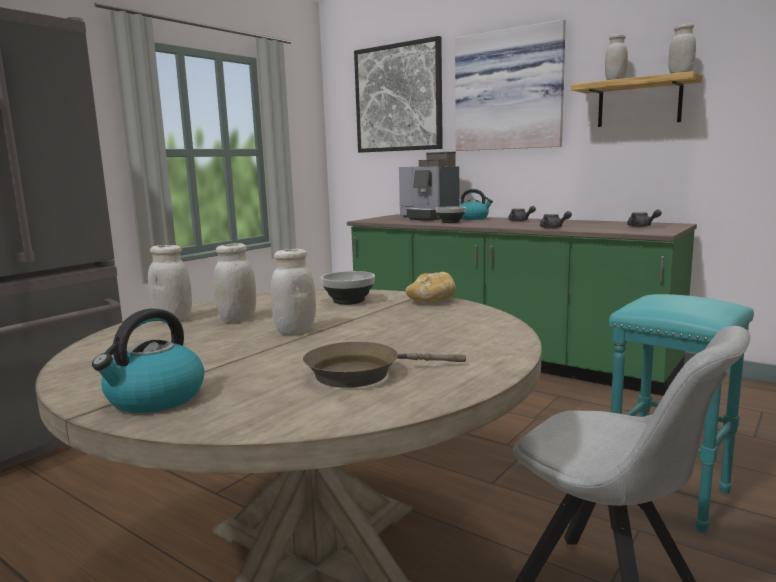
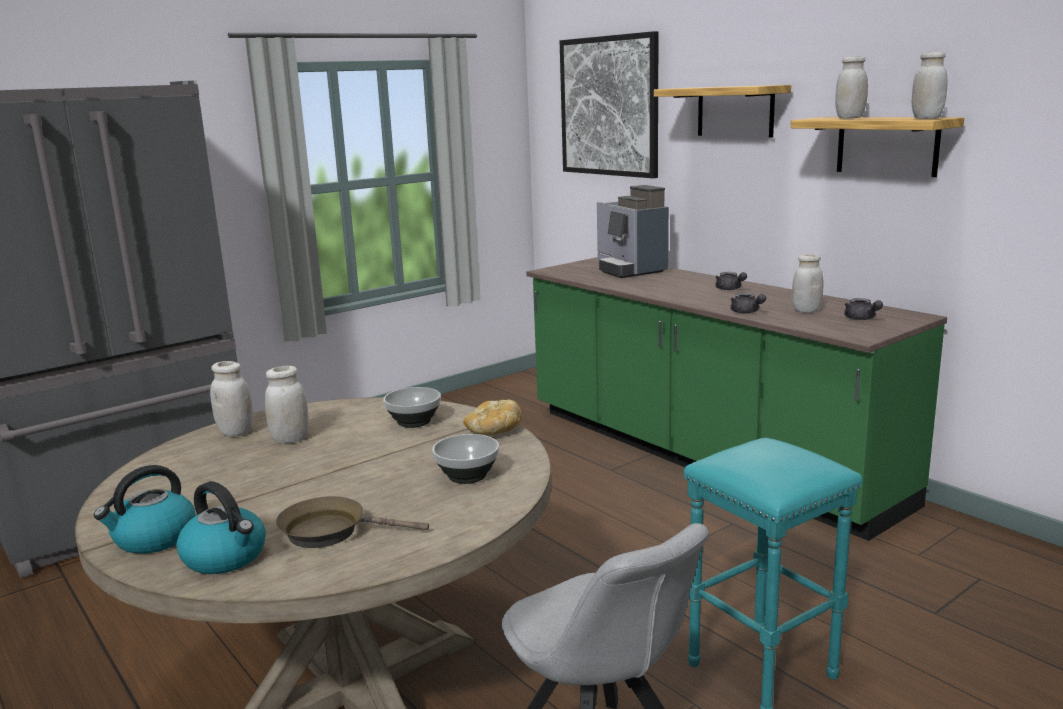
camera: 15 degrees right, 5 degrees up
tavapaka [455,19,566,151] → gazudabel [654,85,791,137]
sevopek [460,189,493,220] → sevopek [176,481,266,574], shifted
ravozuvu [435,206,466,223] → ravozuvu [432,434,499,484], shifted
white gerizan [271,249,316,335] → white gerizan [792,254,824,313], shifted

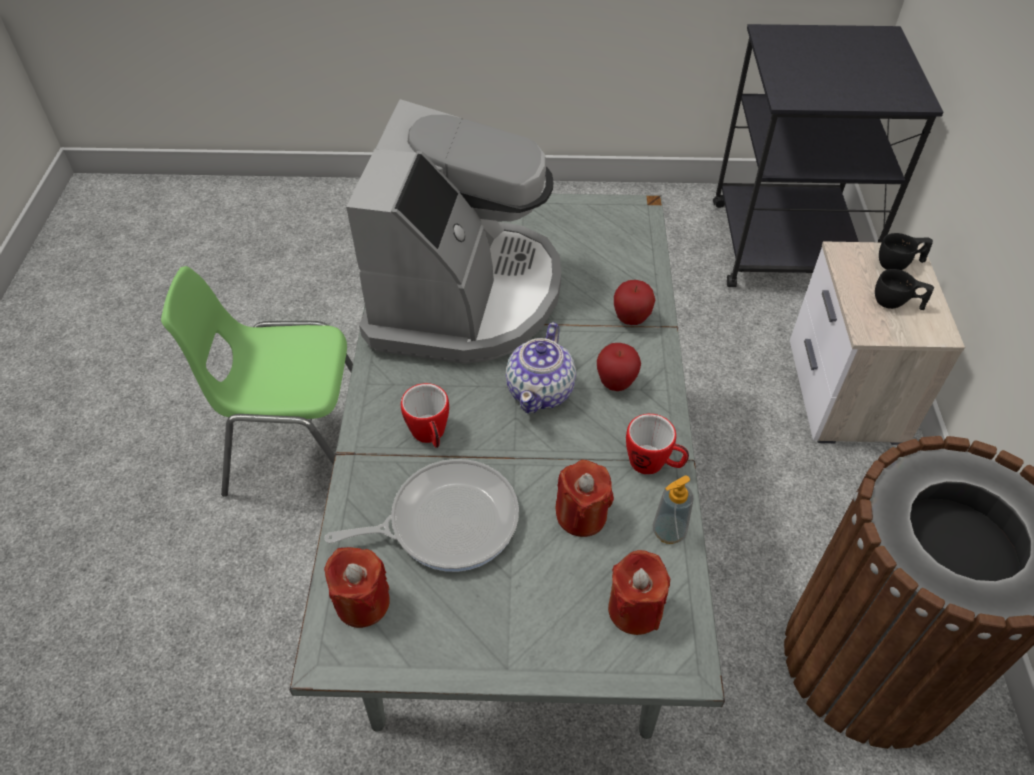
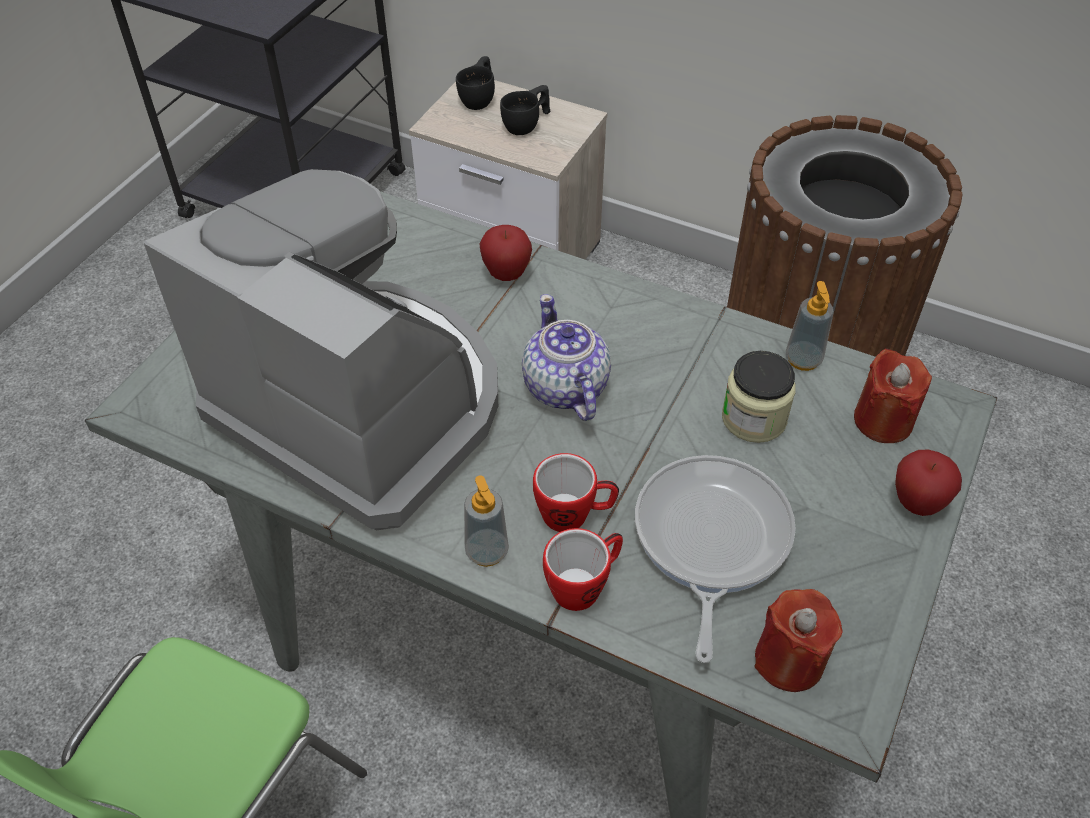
camera: 65 degrees left, 0 degrees up
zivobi [506,322,576,413] → zivobi [522,294,611,421], 150 degrees counterclockwise
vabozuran [597,343,641,391] → vabozuran [895,450,962,516], shifted
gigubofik [626,414,689,475] → gigubofik [543,528,623,611], shifted
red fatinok [555,460,614,537] → gerizan [722,351,796,443]
- → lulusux [464,475,509,567]

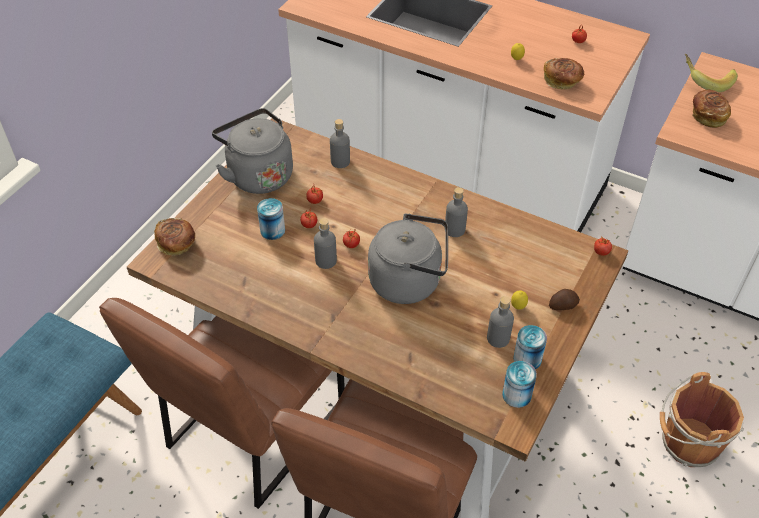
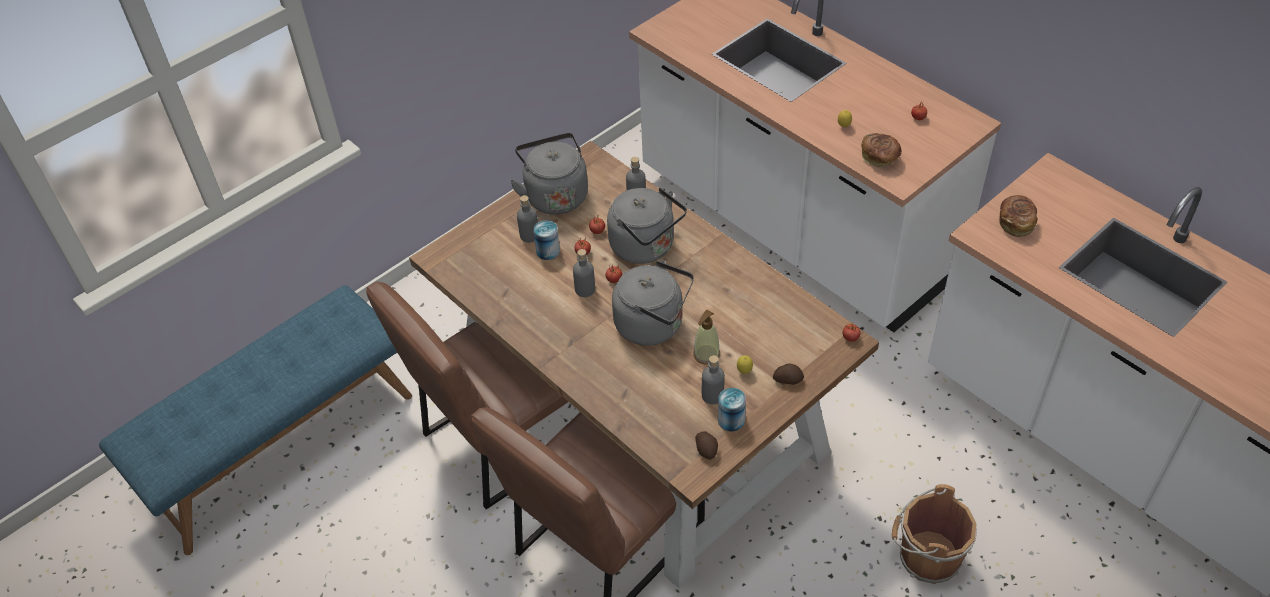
camera: 20 degrees right, 0 degrees up
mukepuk [685,54,738,92] → -
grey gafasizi [445,187,468,237] → grey gafasizi [517,195,538,243], shifted
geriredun [154,218,195,256] → -
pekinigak [502,361,537,408] → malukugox [695,431,718,459]
- → grey sevopek [607,188,687,264]
- → lulusux [693,310,720,364]

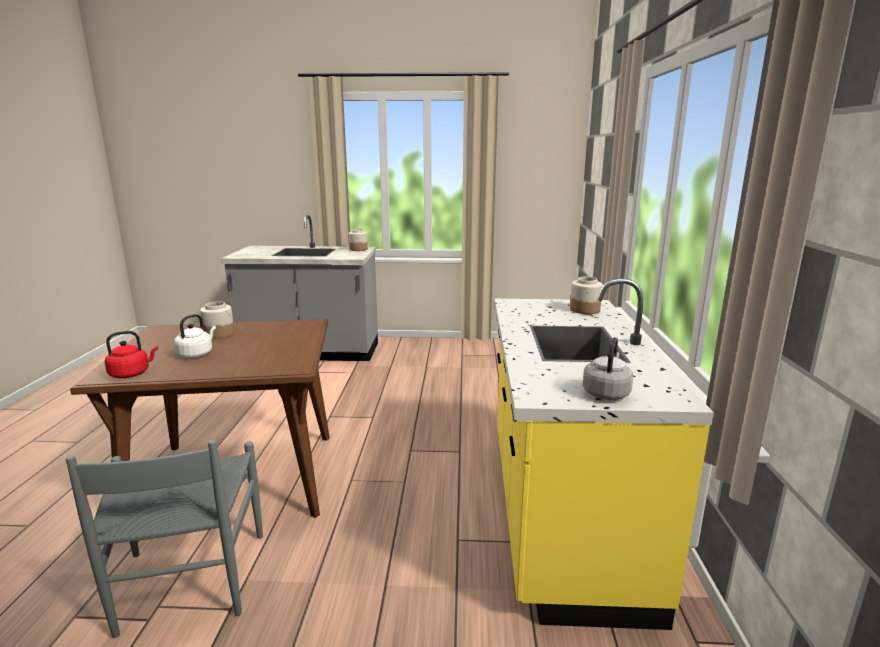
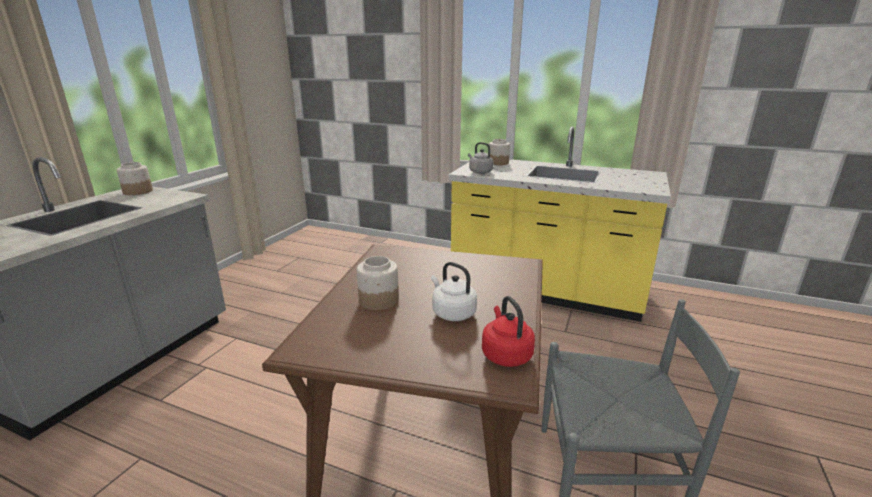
camera: 70 degrees left, 5 degrees up
grey sevopek [583,337,633,400] → grey sevopek [468,142,494,174], shifted

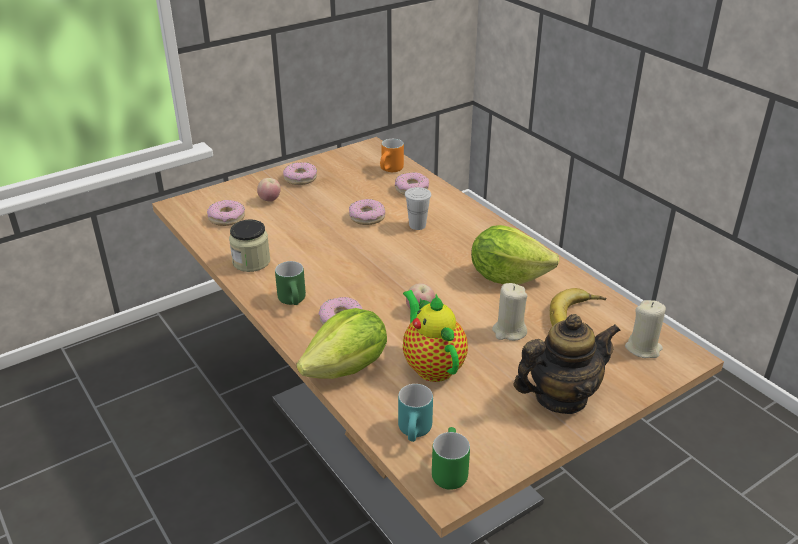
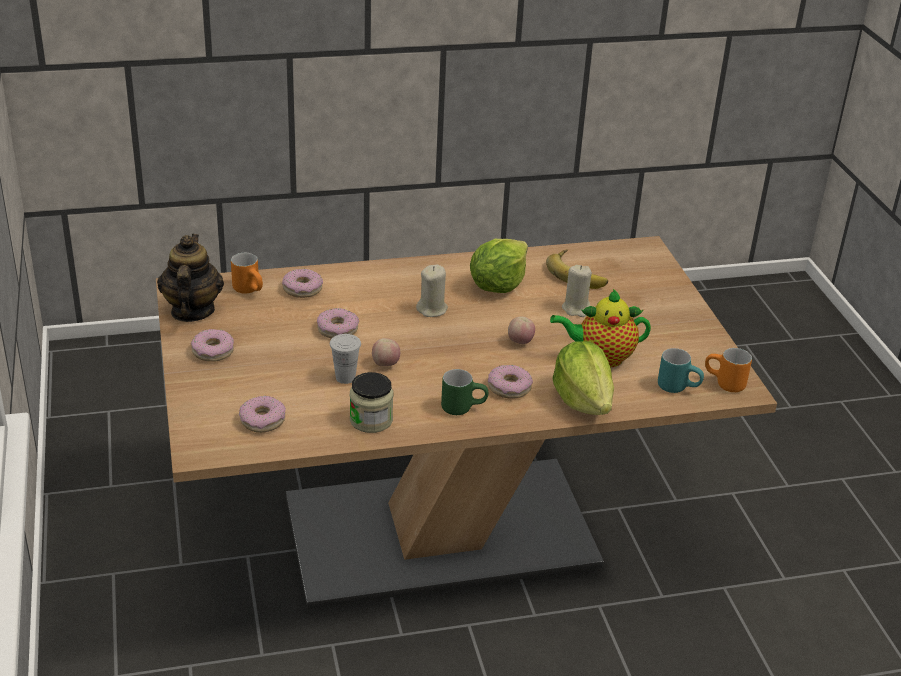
camera: 70 degrees left, 0 degrees up
vabozuran [257,178,281,202] → vabozuran [372,338,400,366], shifted
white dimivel [405,187,431,230] → white dimivel [330,334,361,384], shifted
beige fatinok [625,300,666,358] → beige fatinok [416,265,448,317], shifted
zivobi [513,314,621,414] → zivobi [157,234,224,322], shifted
green gigubofik [432,427,470,490] → orange gigubofik [705,348,752,392]

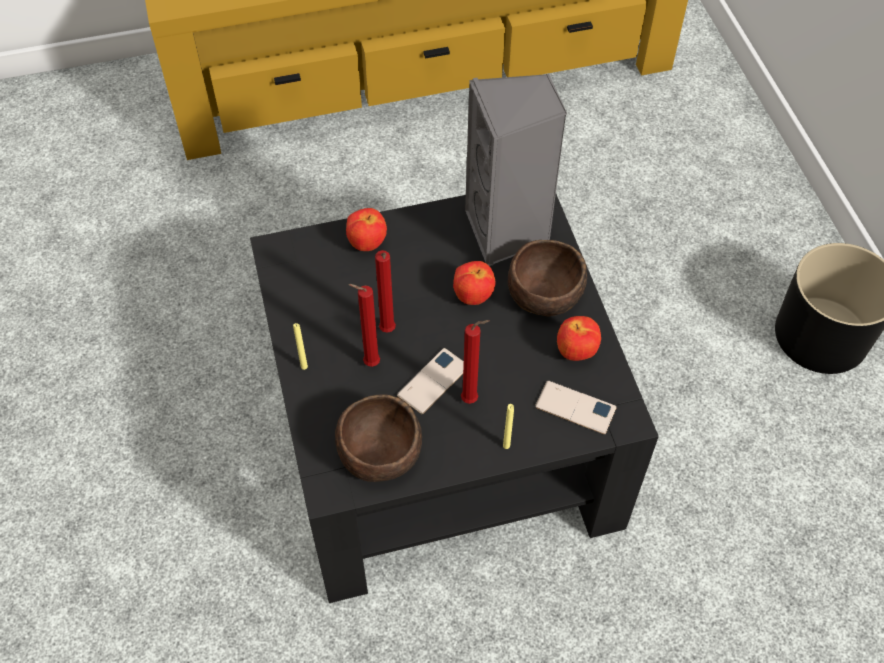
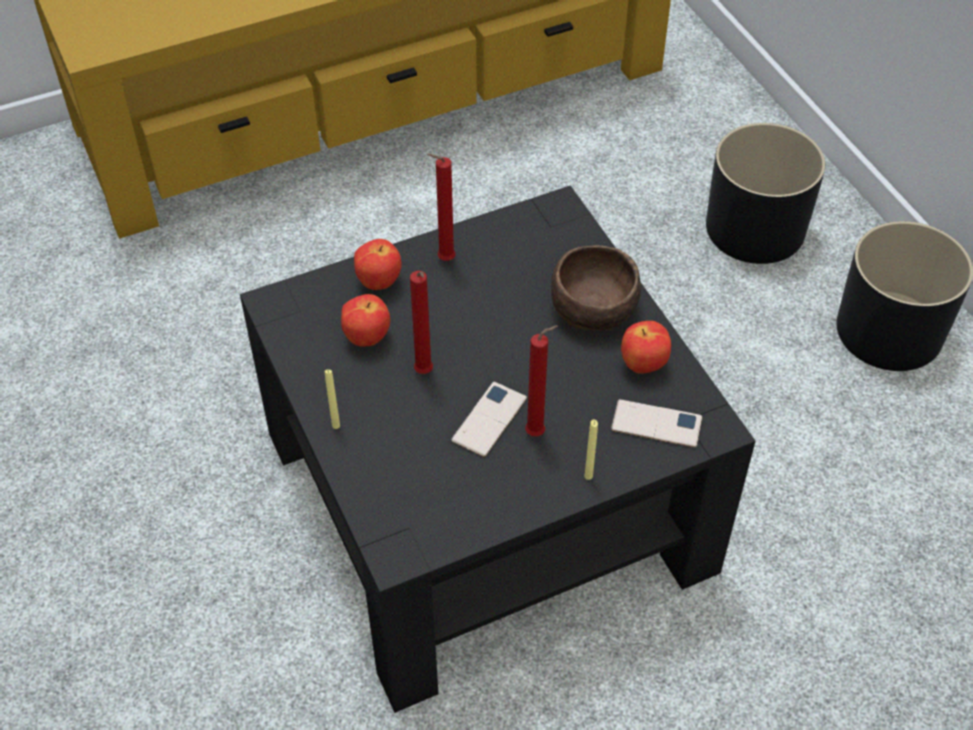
camera: 10 degrees left, 5 degrees down
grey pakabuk [465,74,567,266] → -
vabozuran [453,261,496,305] → vabozuran [341,294,390,346], shifted
red fatinok [348,284,380,367] → red fatinok [427,154,456,261], shifted
brown ravozuvu [335,394,422,482] → -
- → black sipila [706,123,825,264]

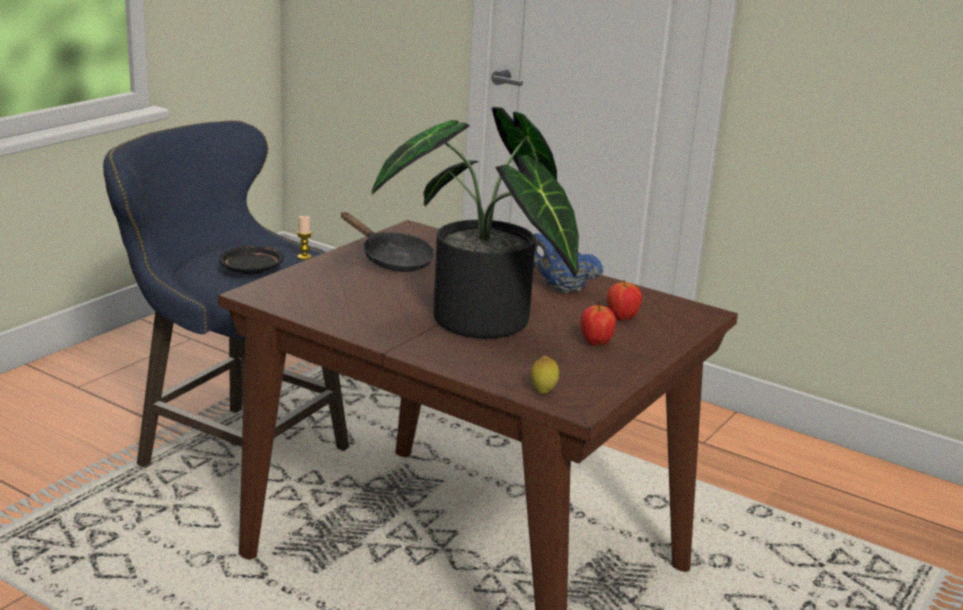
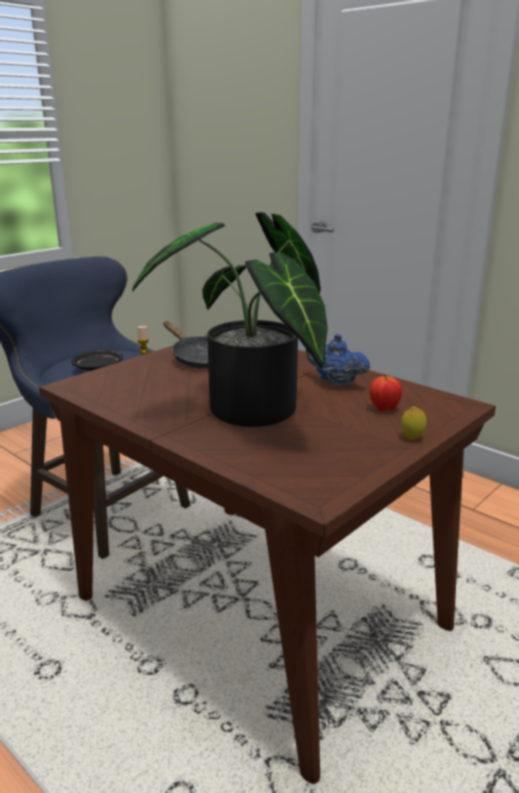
camera: 10 degrees right, 0 degrees up
vabozuran [581,302,616,346] → -
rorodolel [531,355,559,394] → rorodolel [401,406,427,440], shifted

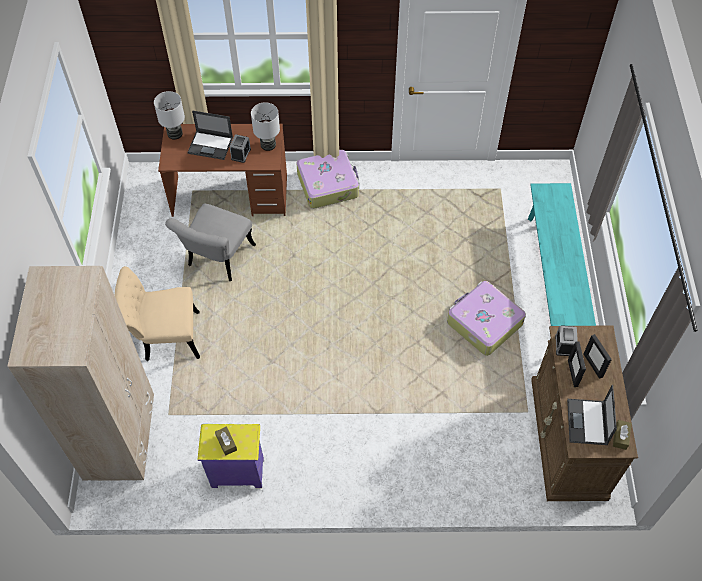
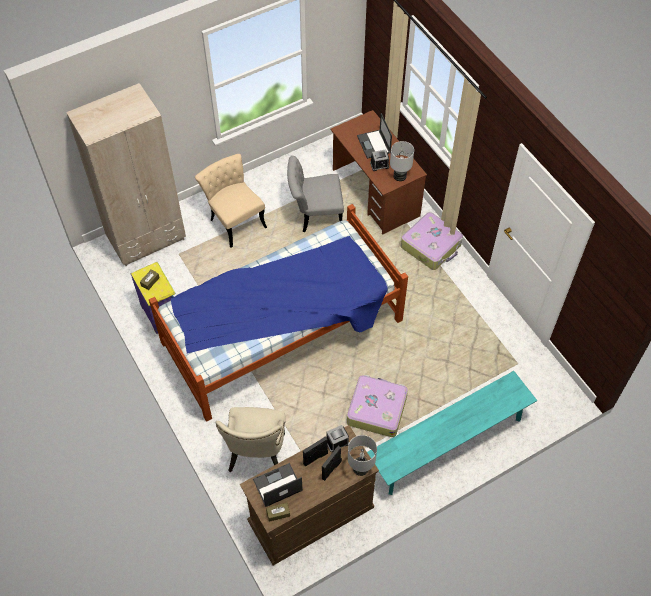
camera: 60 degrees right, 0 degrees up
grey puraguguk [154,91,185,140] → grey puraguguk [348,435,377,476], shifted
- → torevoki [149,204,408,422]
- → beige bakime [216,407,286,472]

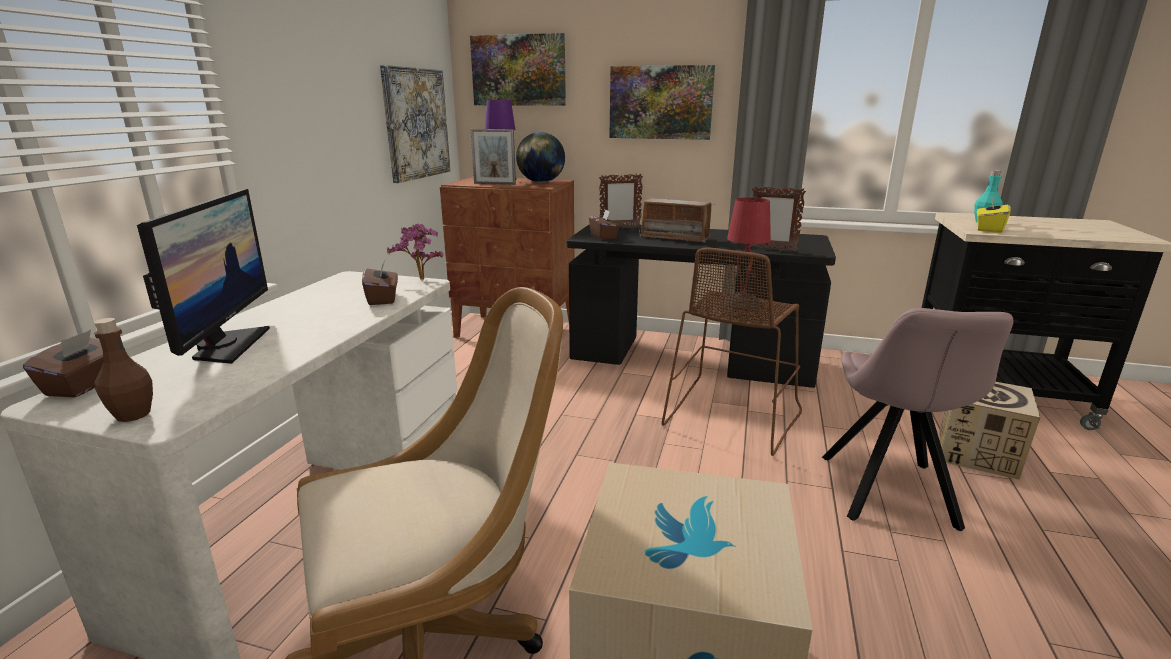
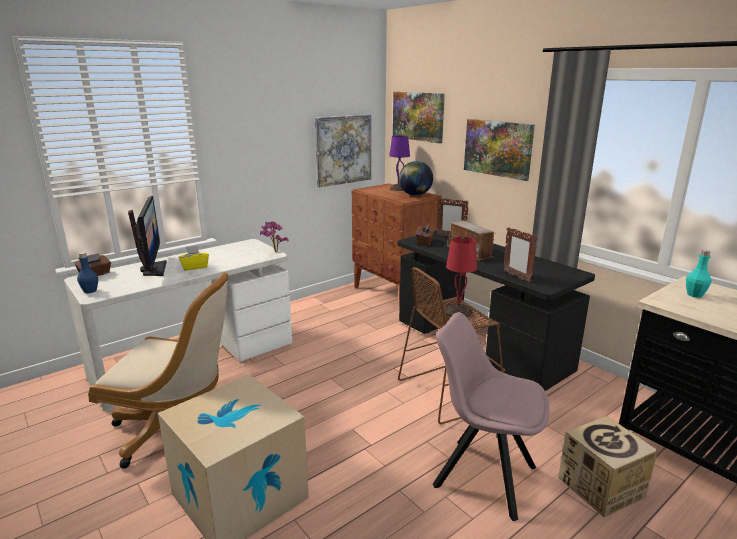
camera: 35 degrees right, 0 degrees up
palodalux [471,129,516,185] → -
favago [137,189,270,364] → favago [128,196,167,276], 45 degrees counterclockwise
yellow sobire [977,197,1011,233] → yellow sobire [179,246,209,271], shifted
brown sobire [362,260,398,305] → -
pink bakime [822,308,1013,531] → pink bakime [433,312,550,521], 75 degrees clockwise
brown gafasizi [94,318,153,422] → blue gafasizi [77,252,98,293]

